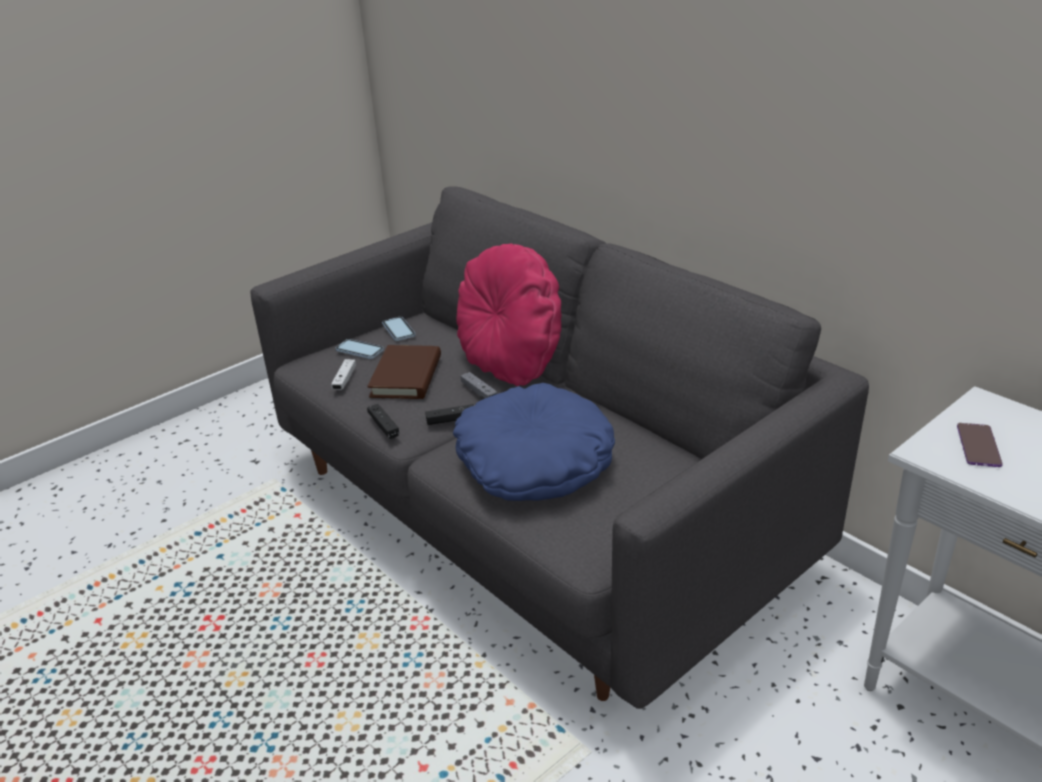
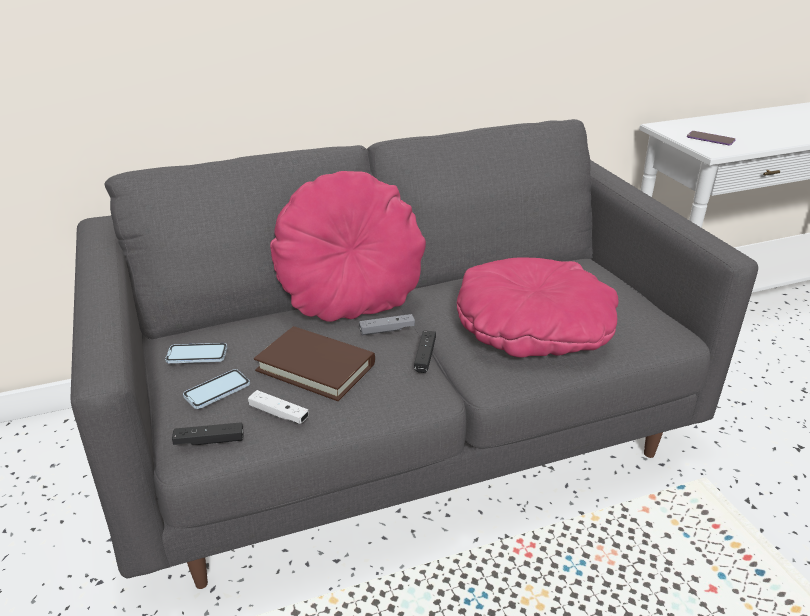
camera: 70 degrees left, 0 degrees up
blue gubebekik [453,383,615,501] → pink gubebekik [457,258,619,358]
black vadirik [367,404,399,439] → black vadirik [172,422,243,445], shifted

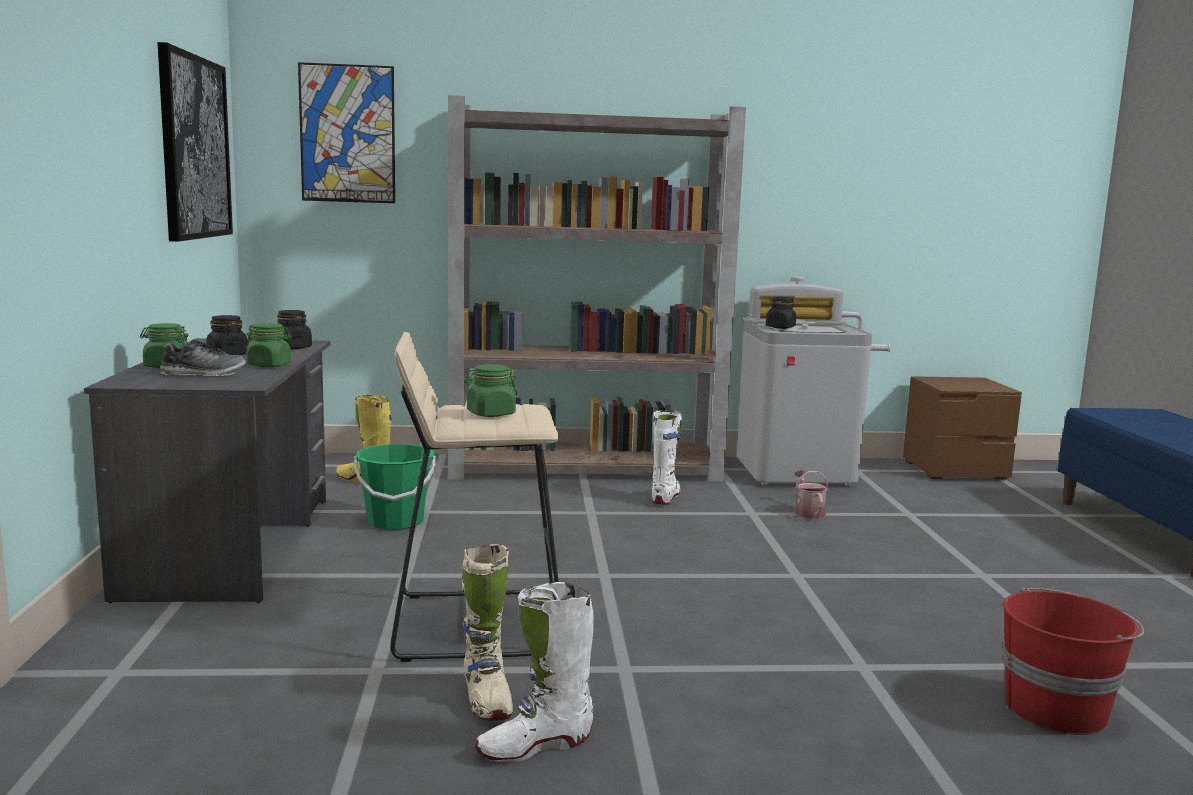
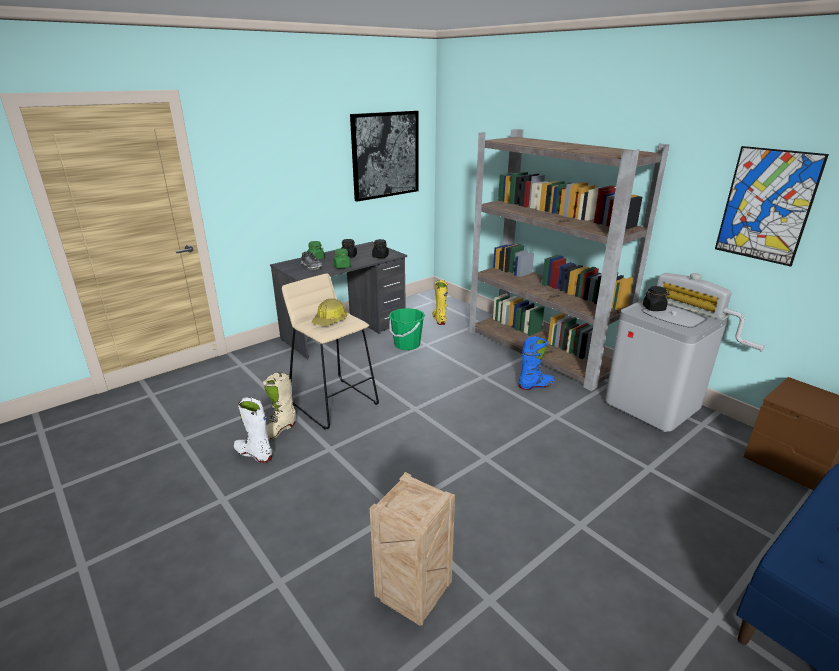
camera: 55 degrees right, 15 degrees up
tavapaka [298,62,395,203] → tavapaka [715,146,829,267], shifted
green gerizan [464,364,517,417] → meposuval [312,298,347,326]
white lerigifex [652,411,682,505] → blue lerigifex [519,336,555,390]
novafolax [795,470,829,519] → -
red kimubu [1003,587,1144,735] → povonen [370,472,455,625]

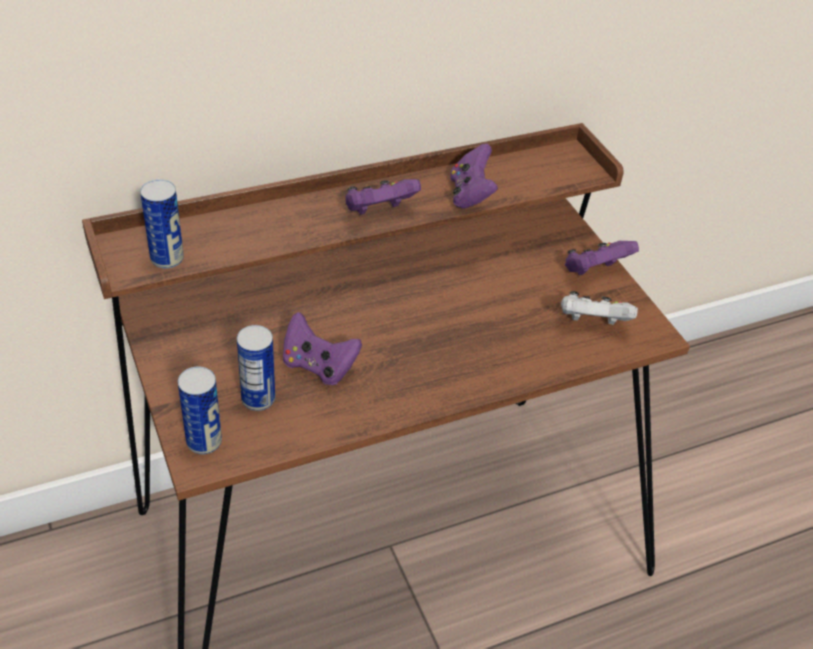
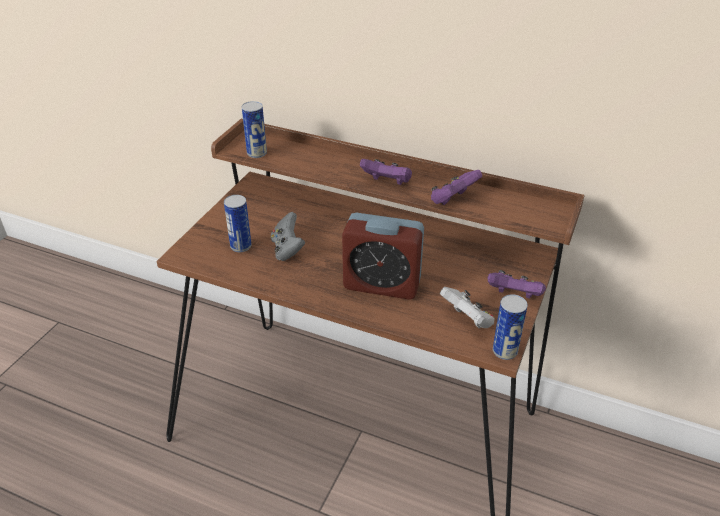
camera: 50 degrees right, 5 degrees down
purple vadirik [283,312,362,385] → grey vadirik [271,212,305,261]
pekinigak [178,367,222,454] → pekinigak [493,294,528,360], shifted
- → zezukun [342,212,424,299]

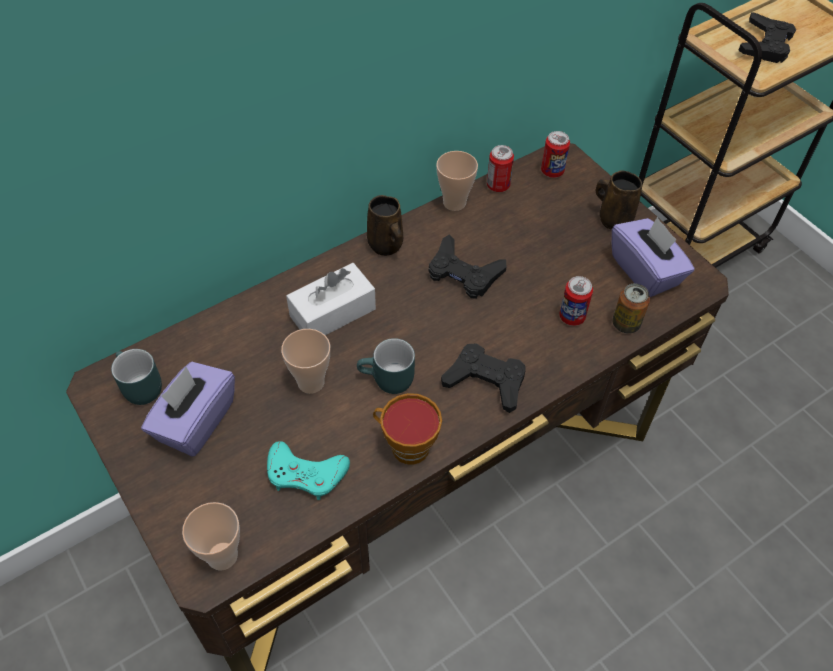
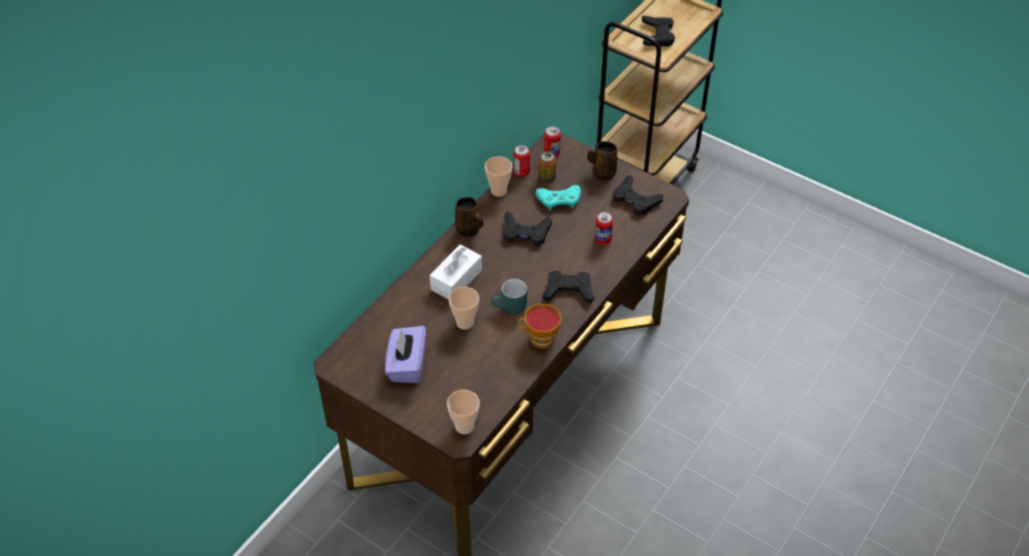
camera: 20 degrees left, 5 degrees down
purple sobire [612,216,695,297] → black vadirik [613,175,664,216]
pekinigak [612,283,650,334] → pekinigak [538,151,556,183], shifted
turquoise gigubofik [111,349,162,405] → -
turquoise vadirik [267,441,350,500] → turquoise vadirik [536,185,581,210], shifted

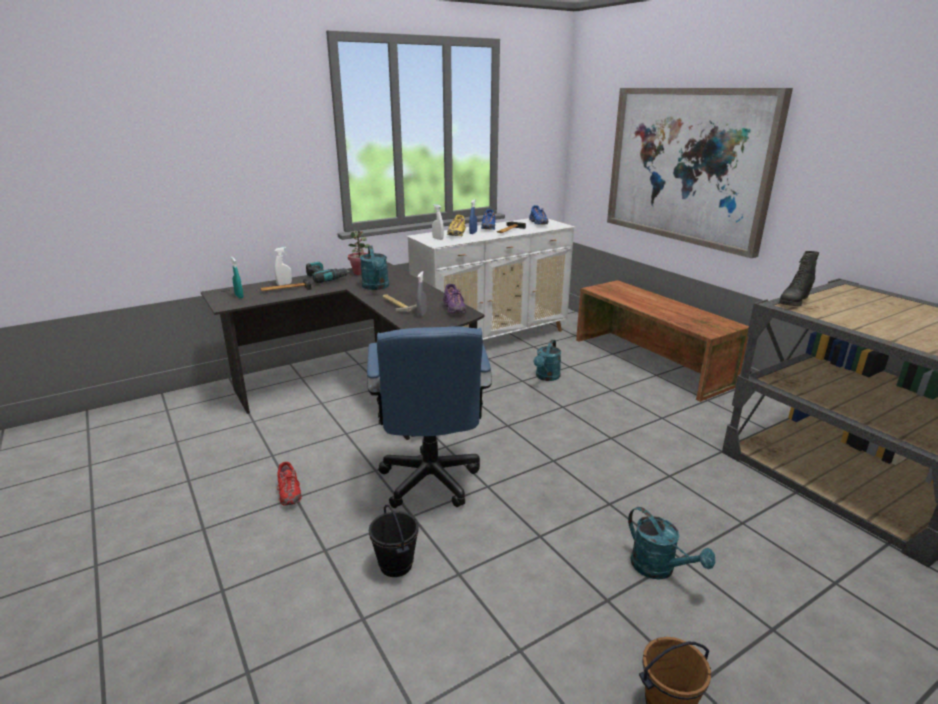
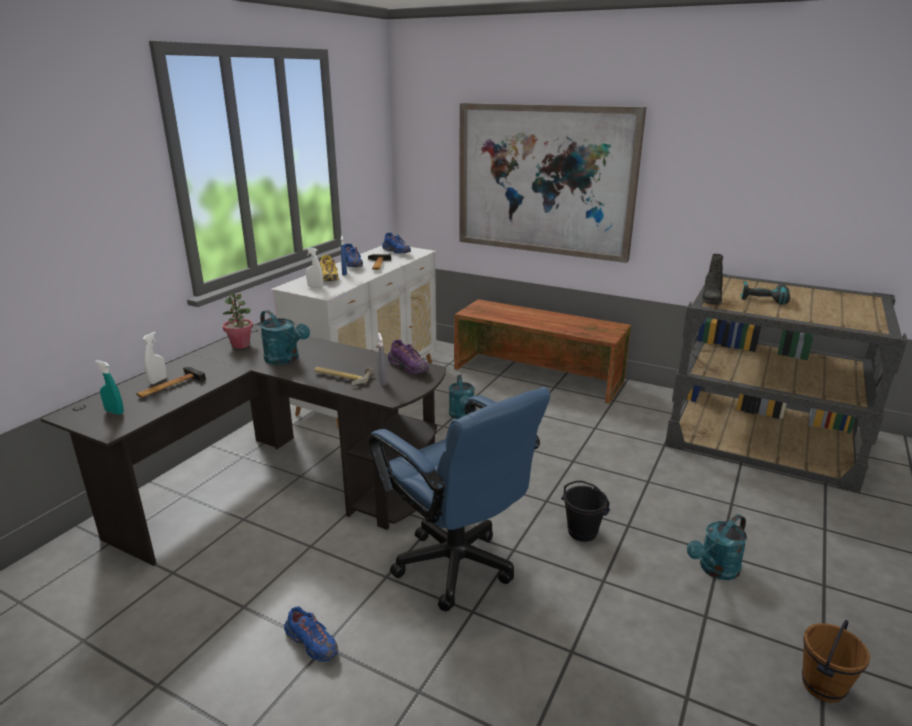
camera: 30 degrees left, 0 degrees up
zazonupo [306,262,350,283] → zazonupo [741,281,790,305], shifted
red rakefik [277,462,302,506] → blue rakefik [284,606,338,662]
black kimubu [369,505,419,577] → black kimubu [561,481,610,542], shifted
turquoise novafolax [628,507,715,580] → turquoise novafolax [687,514,747,580], 120 degrees clockwise

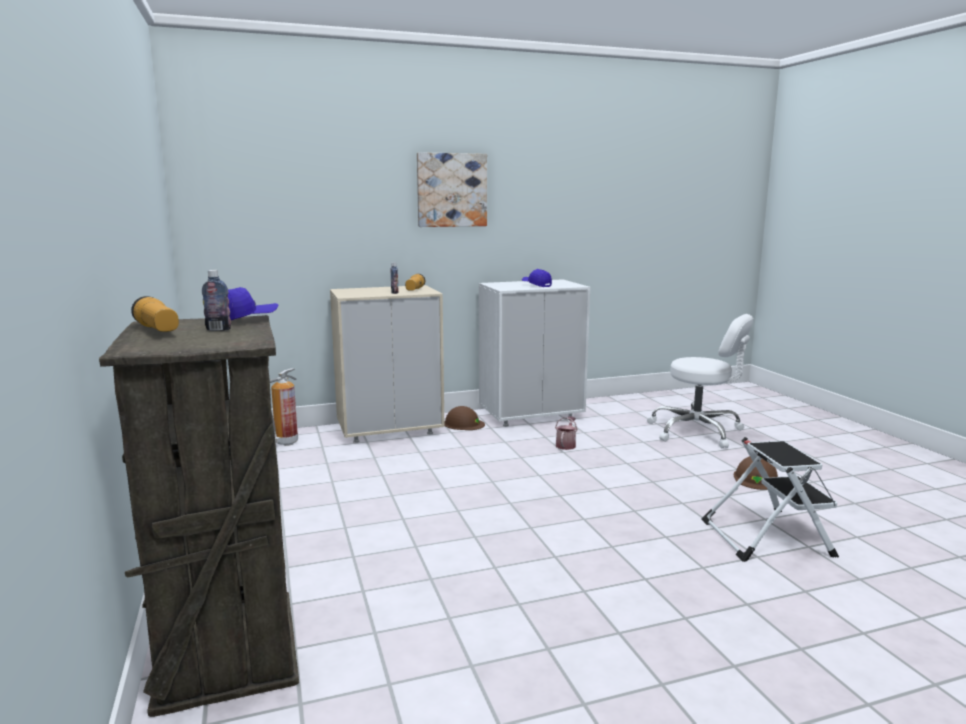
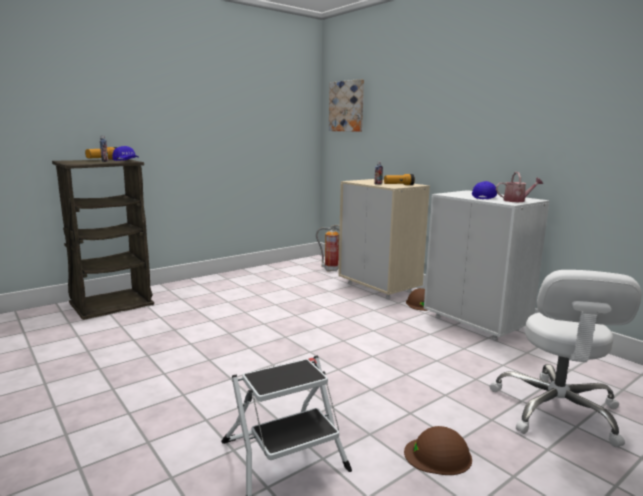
camera: 70 degrees right, 0 degrees up
tavapaka [417,152,487,227] → tavapaka [329,79,364,132], shifted
novafolax [555,416,578,450] → novafolax [496,172,543,202], shifted

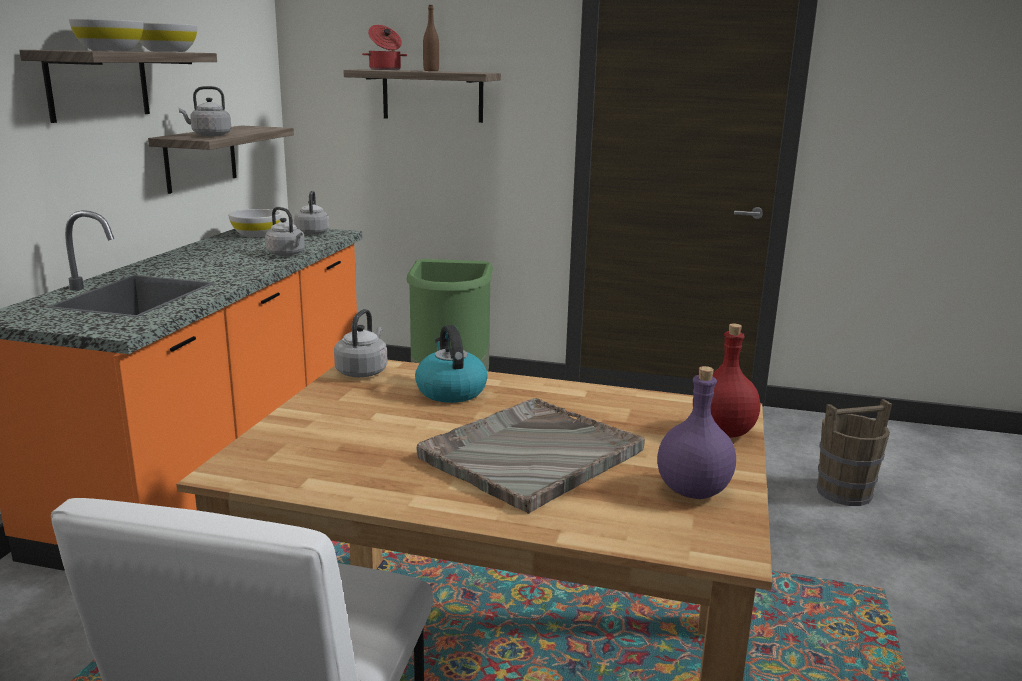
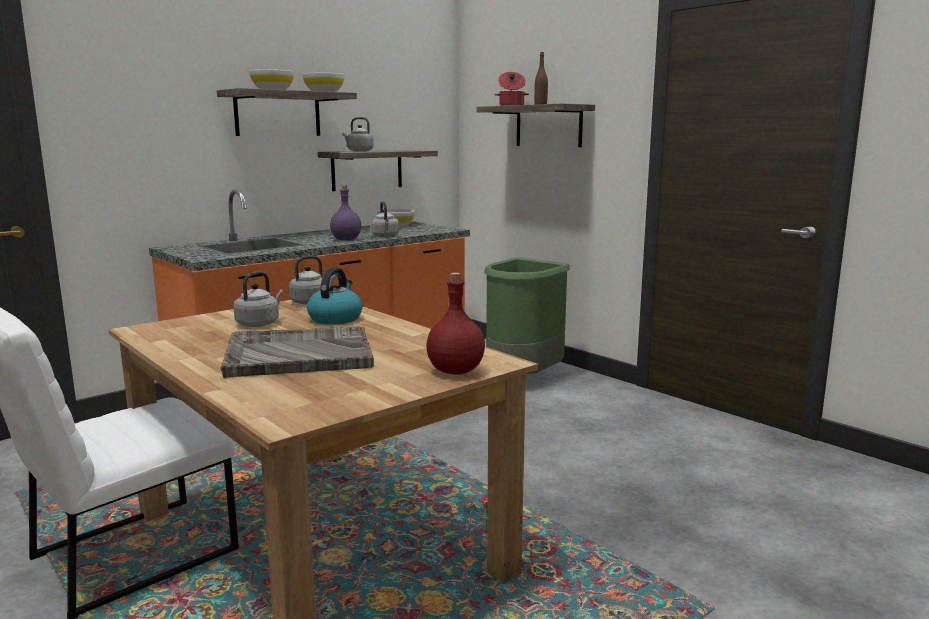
camera: 35 degrees right, 5 degrees down
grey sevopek [294,190,329,235] → grey sevopek [234,271,284,327], shifted
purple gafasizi [657,366,736,499] → purple gafasizi [330,185,361,240], shifted
brown kimubu [817,399,892,506] → -

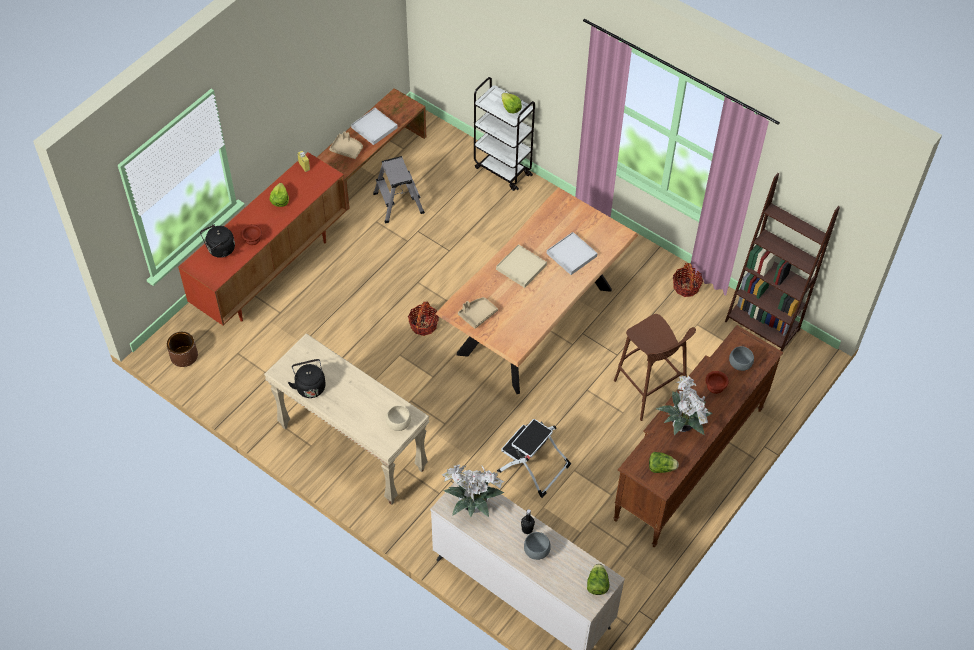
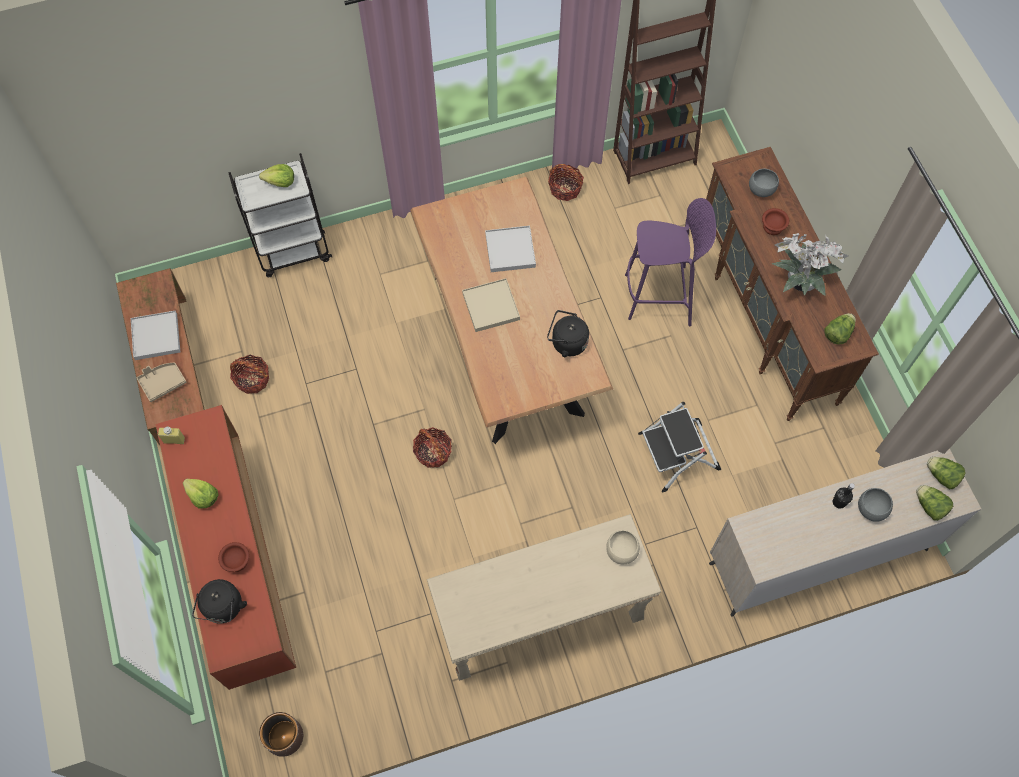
camera: 55 degrees left, 10 degrees up
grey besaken [373,156,425,223] → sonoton [230,354,269,394]
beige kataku [458,297,498,329] → -
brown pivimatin [614,314,696,421] → purple pivimatin [625,198,716,326]
black sevopek [288,359,326,398] → black sevopek [547,310,589,357], shifted
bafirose [442,464,504,517] → -
- → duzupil [916,485,953,521]

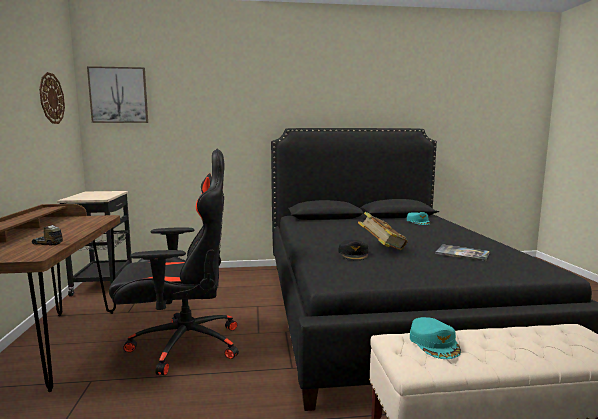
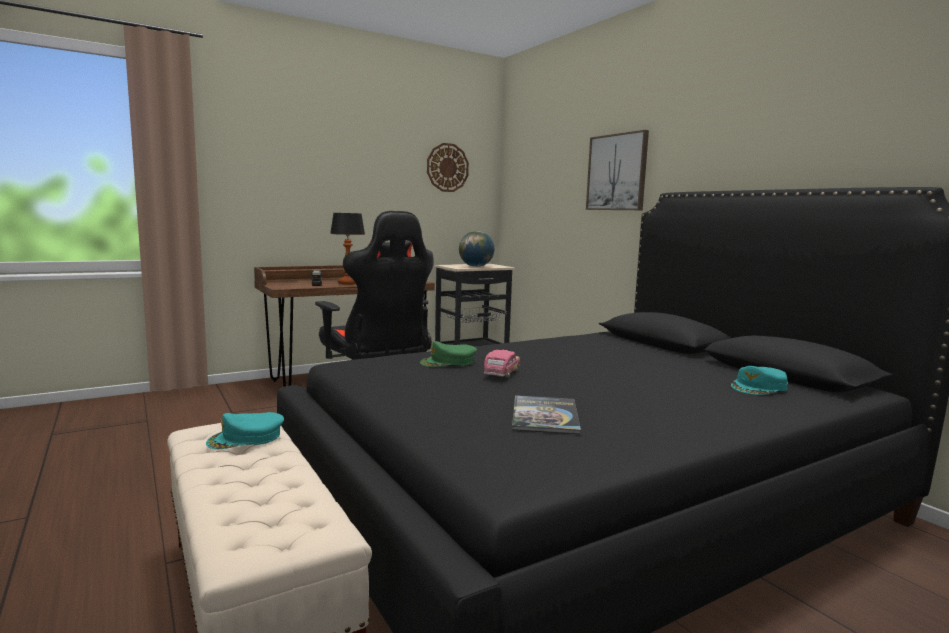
camera: 65 degrees right, 0 degrees up
tavapaka [87,66,148,123] → tavapaka [586,130,649,210], shifted
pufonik [358,212,408,250] → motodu [484,350,520,378]
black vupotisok [338,240,369,260] → green vupotisok [420,341,477,367]
- → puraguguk [330,213,365,285]
- → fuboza [459,231,494,267]

